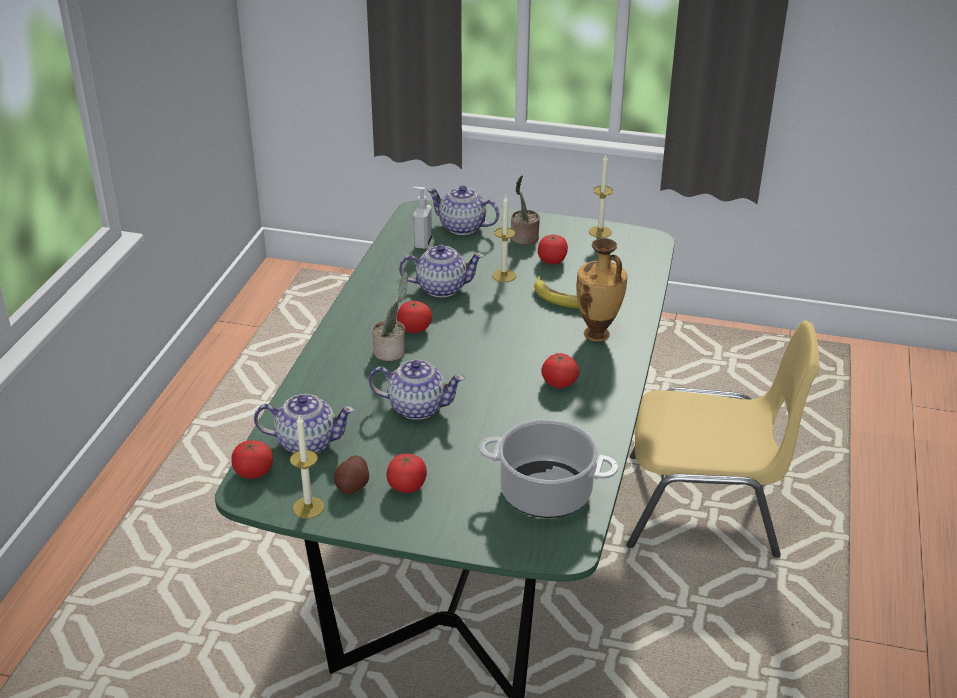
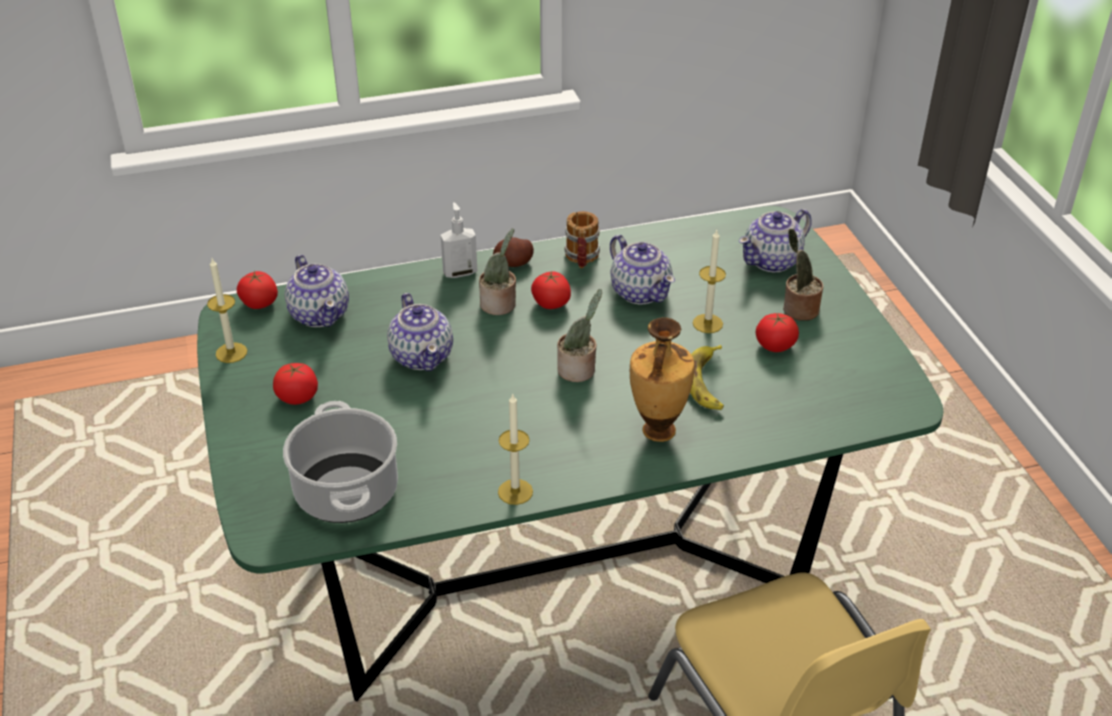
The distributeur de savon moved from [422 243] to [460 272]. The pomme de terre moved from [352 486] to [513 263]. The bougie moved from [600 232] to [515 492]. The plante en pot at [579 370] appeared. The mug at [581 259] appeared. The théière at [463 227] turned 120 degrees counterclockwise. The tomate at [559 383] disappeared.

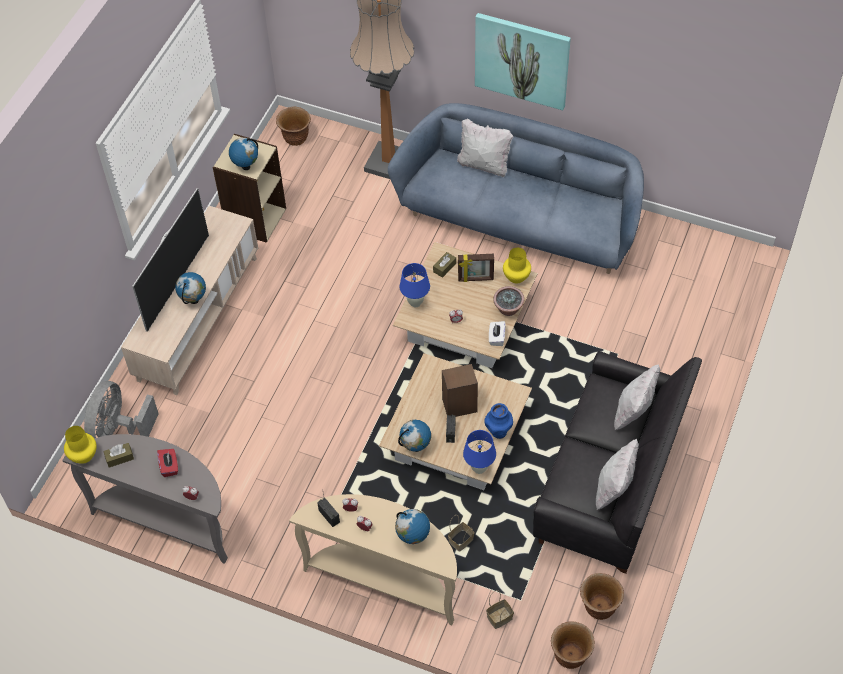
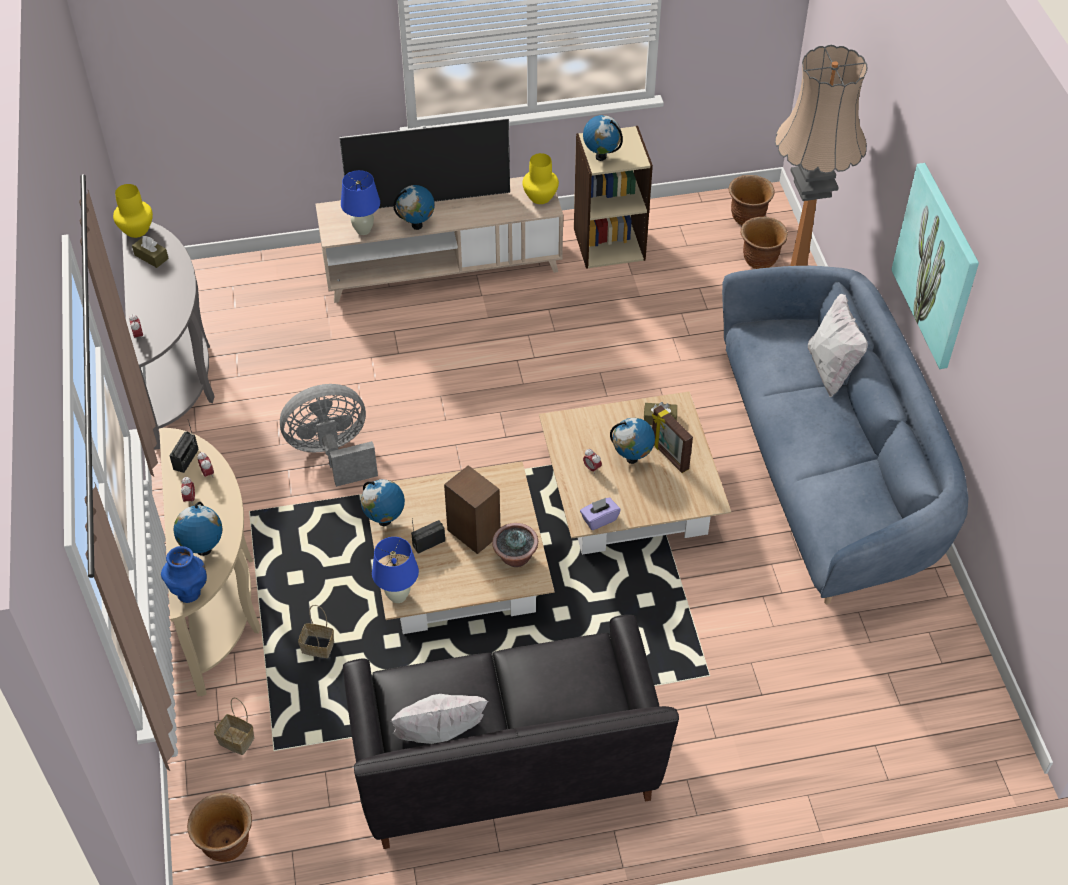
The vase [bleu] moved from [498 432] to [189 592]. The ventilateur [gris] moved from [118 429] to [333 453]. The lampe de table [bleu] moved from [415 303] to [363 230]. The plante en pot moved from [508 310] to [515 558]. The vase [jaune] moved from [516 276] to [541 197]. The boîte à mouchoirs [blanc] at [496 338] became the boîte à mouchoirs [violet] at [599 519]. The globe at [632 458] appeared. The cache-pot [marron] moved from [599 607] to [759 260]. The boîte à mouchoirs [rouge] at [169 467] disappeared. The coussin [blanc] at [633 413] disappeared.

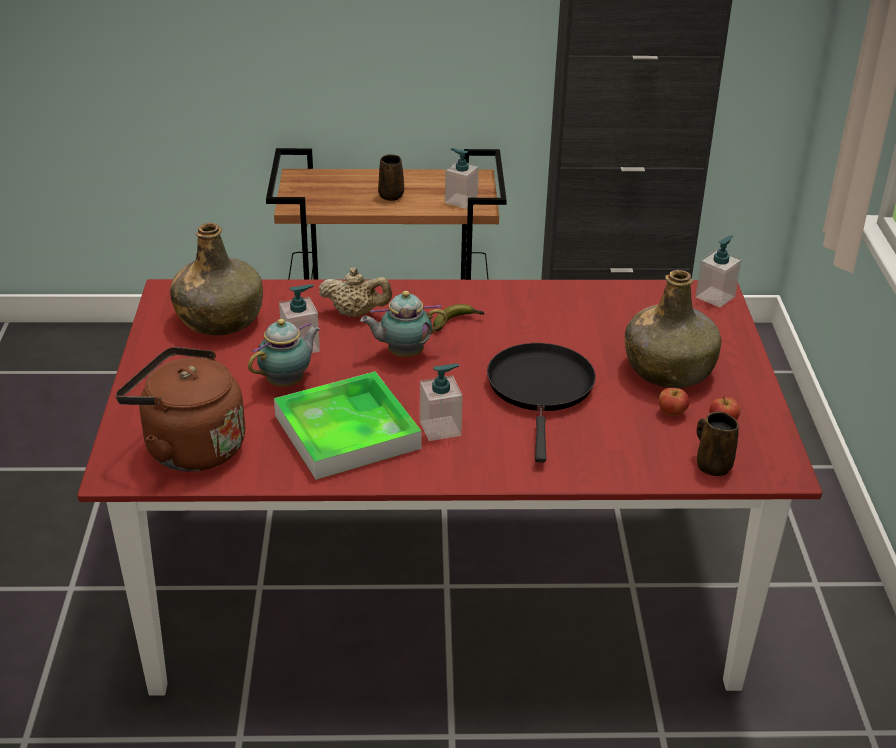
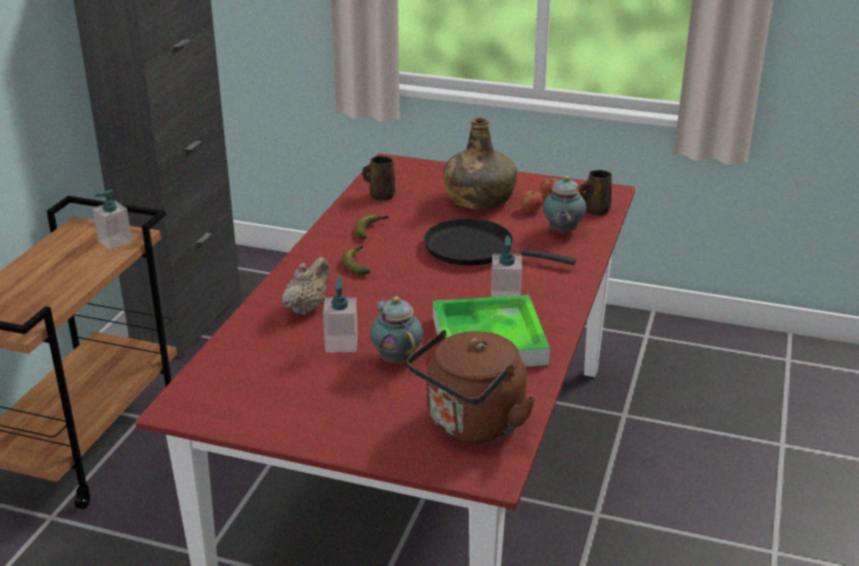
The banane at [370 230] appeared. The mug [marron] moved from [391 195] to [380 195]. The théière moved from [403 353] to [562 232]. The bouteille [vert] at [220 319] disappeared. The distributeur de savon at [715 297] disappeared.

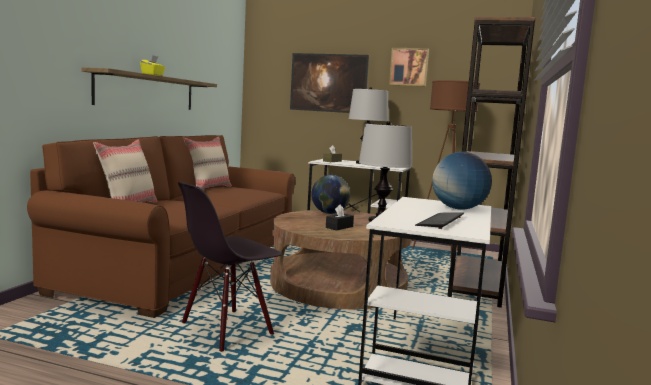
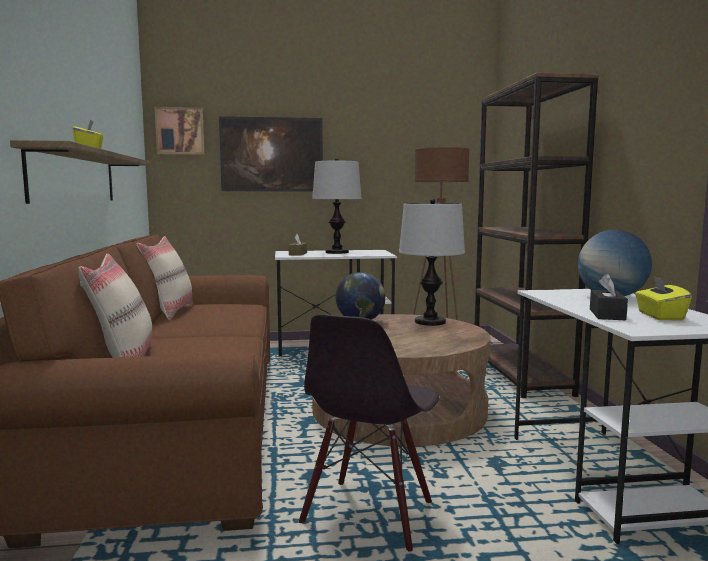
The tableau moved from [409 67] to [180 131]. The boîte à mouchoirs [noir] moved from [339 227] to [607 314]. The clavier at [440 221] was replaced by the boîte à mouchoirs [jaune] at [659 316].

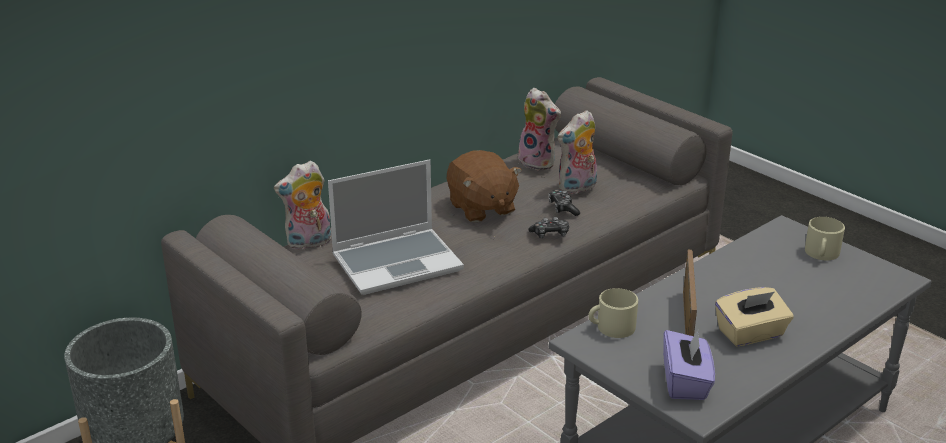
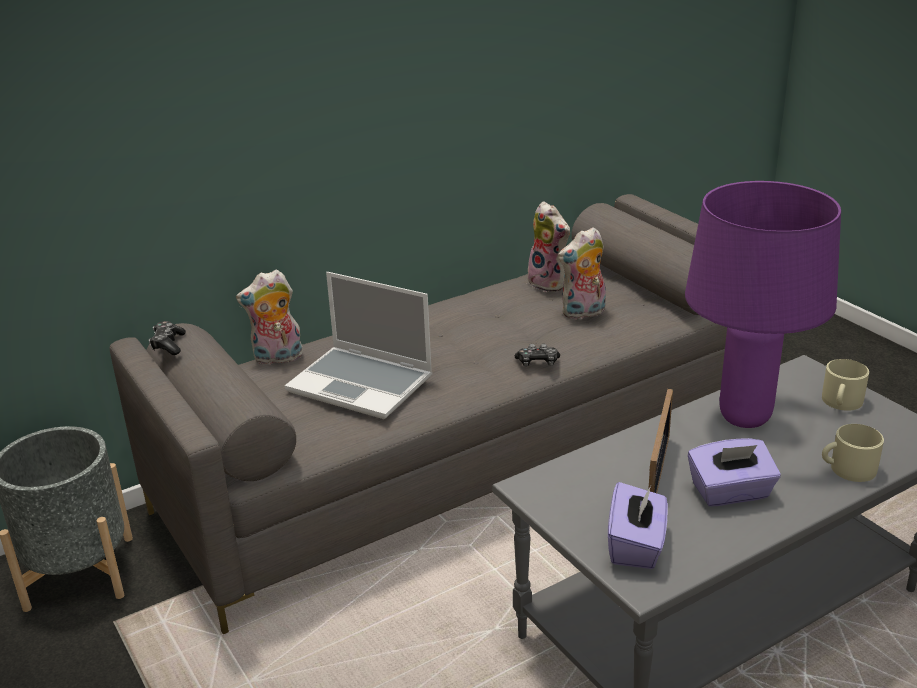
The manette moved from [563 208] to [168 345]. The ordinateur portable at [398 262] turned 45 degrees clockwise. The lampe de table [violet] at [744 418] appeared. The boîte à mouchoirs [beige] at [751 334] became the boîte à mouchoirs [violet] at [730 492]. The mug [beige] moved from [611 327] to [847 469]. The peluche [marron] at [481 208] disappeared.

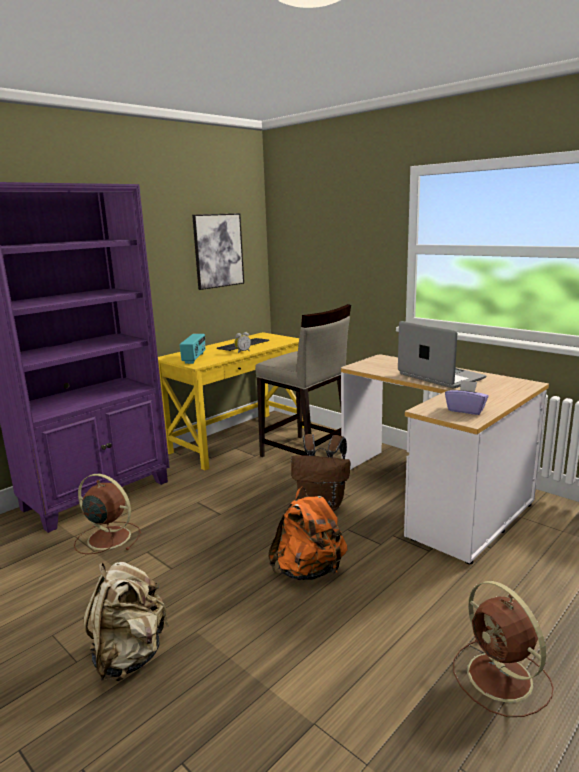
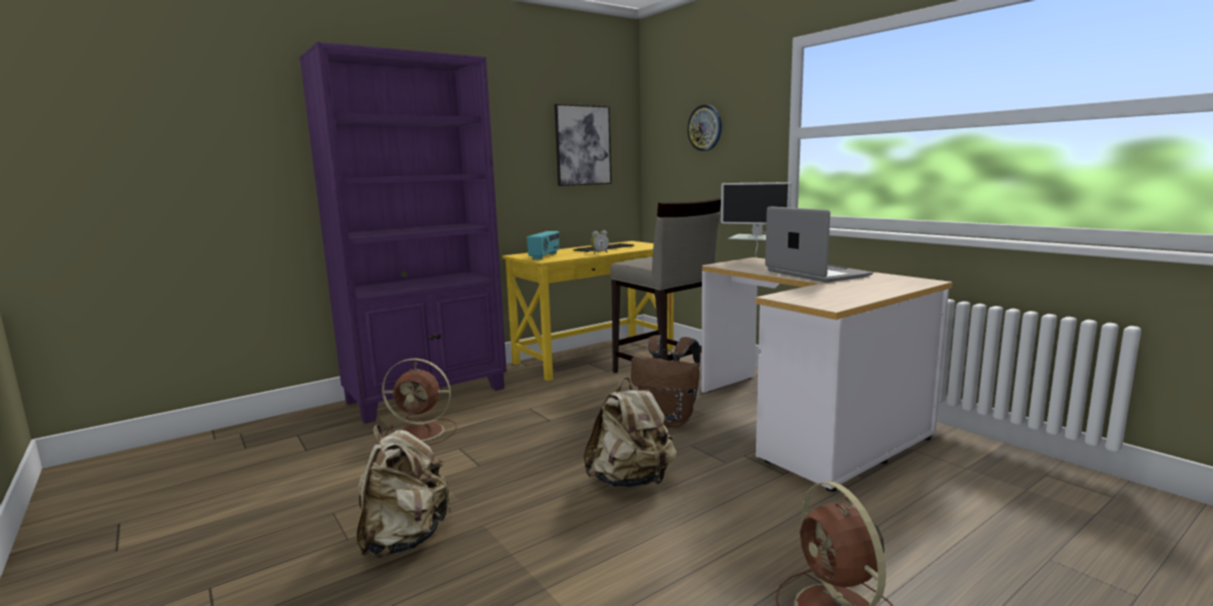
The ventilateur [marron] at [107 537] turned 150 degrees clockwise. The sac à dos [orange] at [309 571] became the sac à dos [beige] at [631 481]. The horloge murale at [705 128] appeared. The écran d'ordinateur at [754 261] appeared. The boîte à mouchoirs [violet] at [465 410] disappeared.

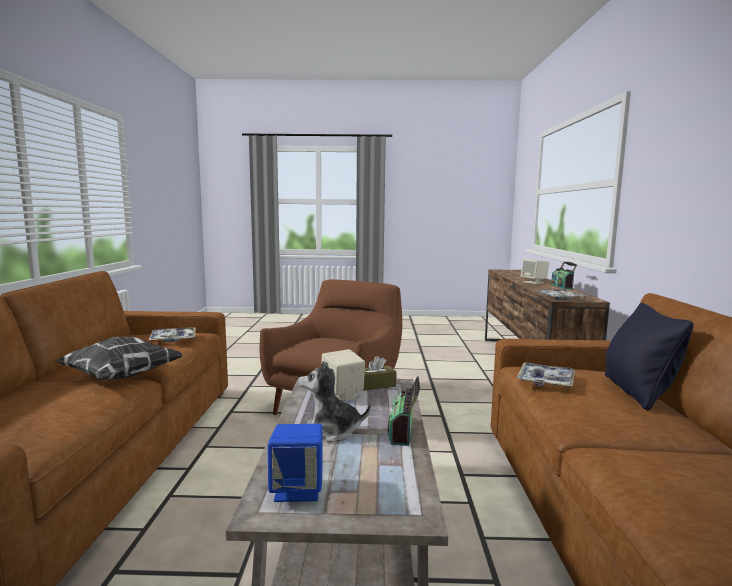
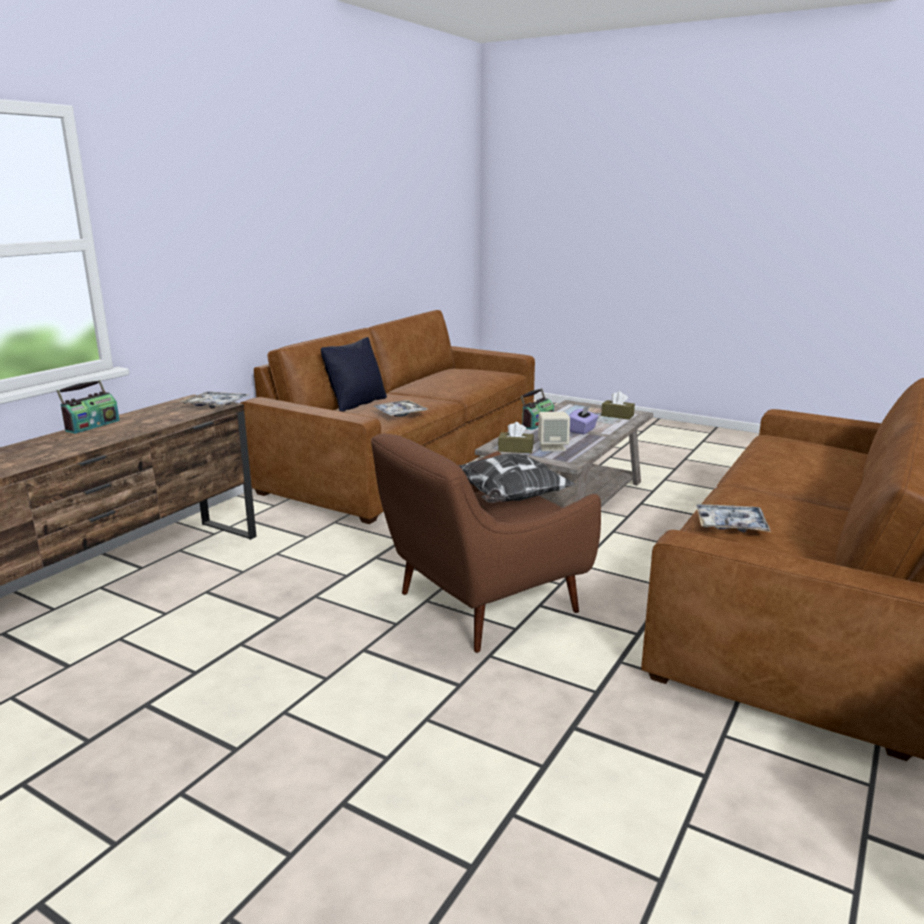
The coussin moved from [123 377] to [509 499]. The peluche at [331 431] was replaced by the boîte à mouchoirs [violet] at [582 430]. The enceinte [bleu] at [298 490] was replaced by the boîte à mouchoirs [marron] at [617 415]. The enceinte [beige] at [534 282] disappeared.

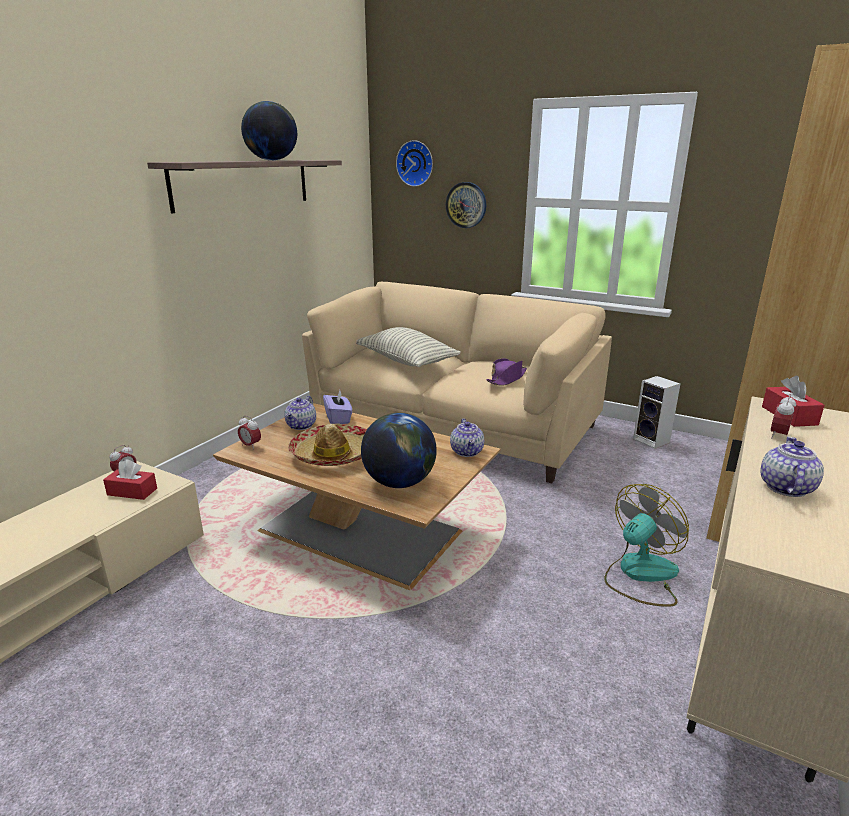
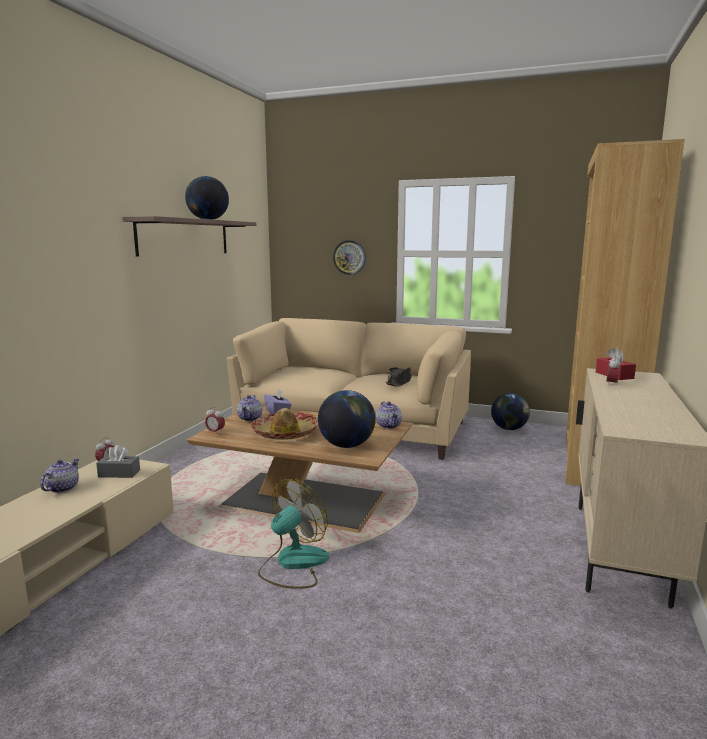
The théière moved from [785 487] to [62 488]. The boîte à mouchoirs [rouge] at [132 492] became the boîte à mouchoirs [gris] at [119 473]. The ventilateur moved from [640 575] to [293 564]. The chapeau [violet] at [507 379] became the chapeau [noir] at [399 382]. The enceinte at [652 441] was replaced by the globe at [509 429]. The coussin at [406 361] disappeared. The horloge murale at [416 163] disappeared.

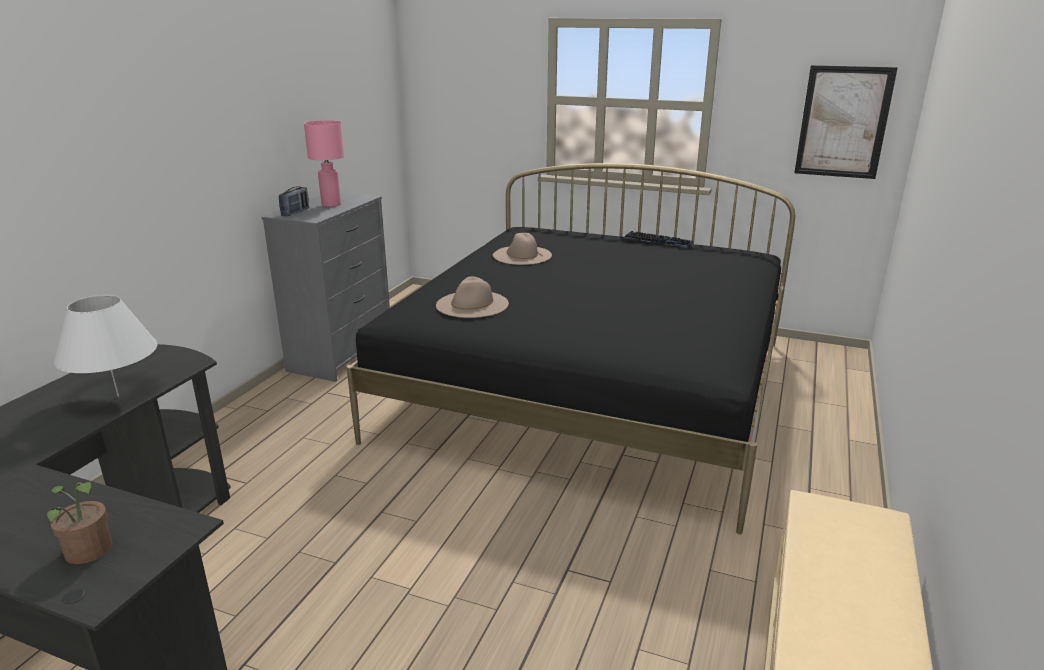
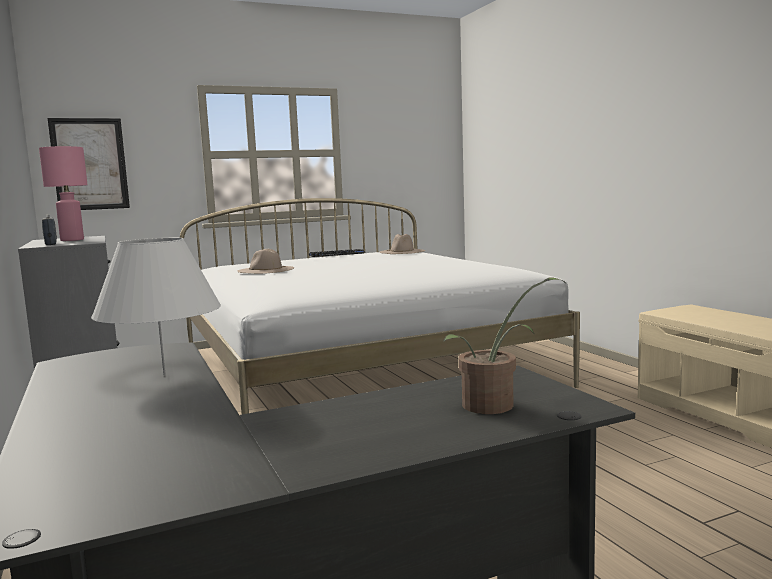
The tableau moved from [843 122] to [90 164]. The lit [noir] at [592 388] became the lit [blanc] at [359 369]. The chapeau [beige] moved from [472 304] to [402 251].

